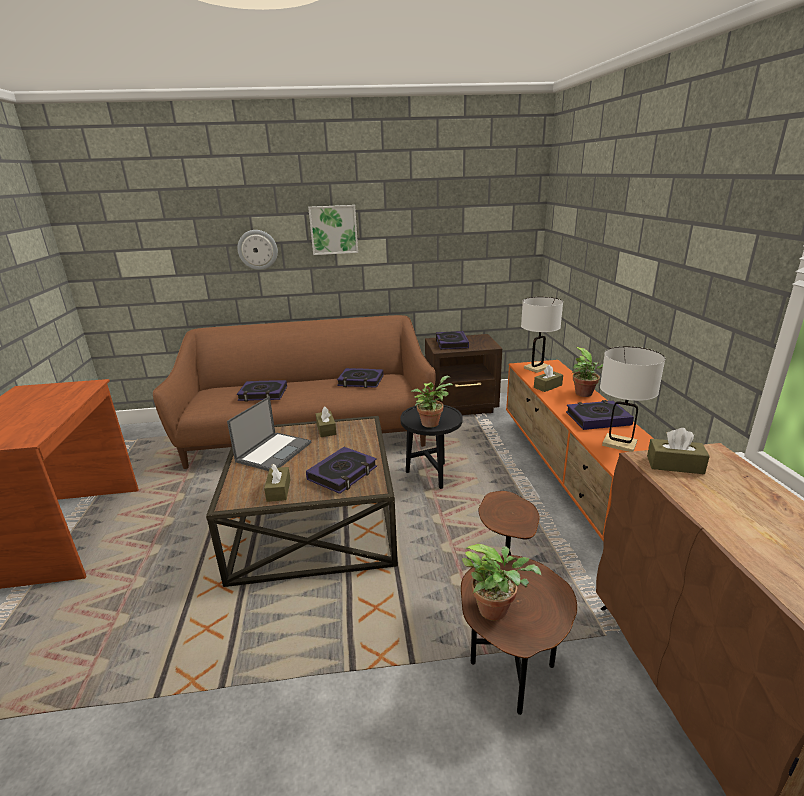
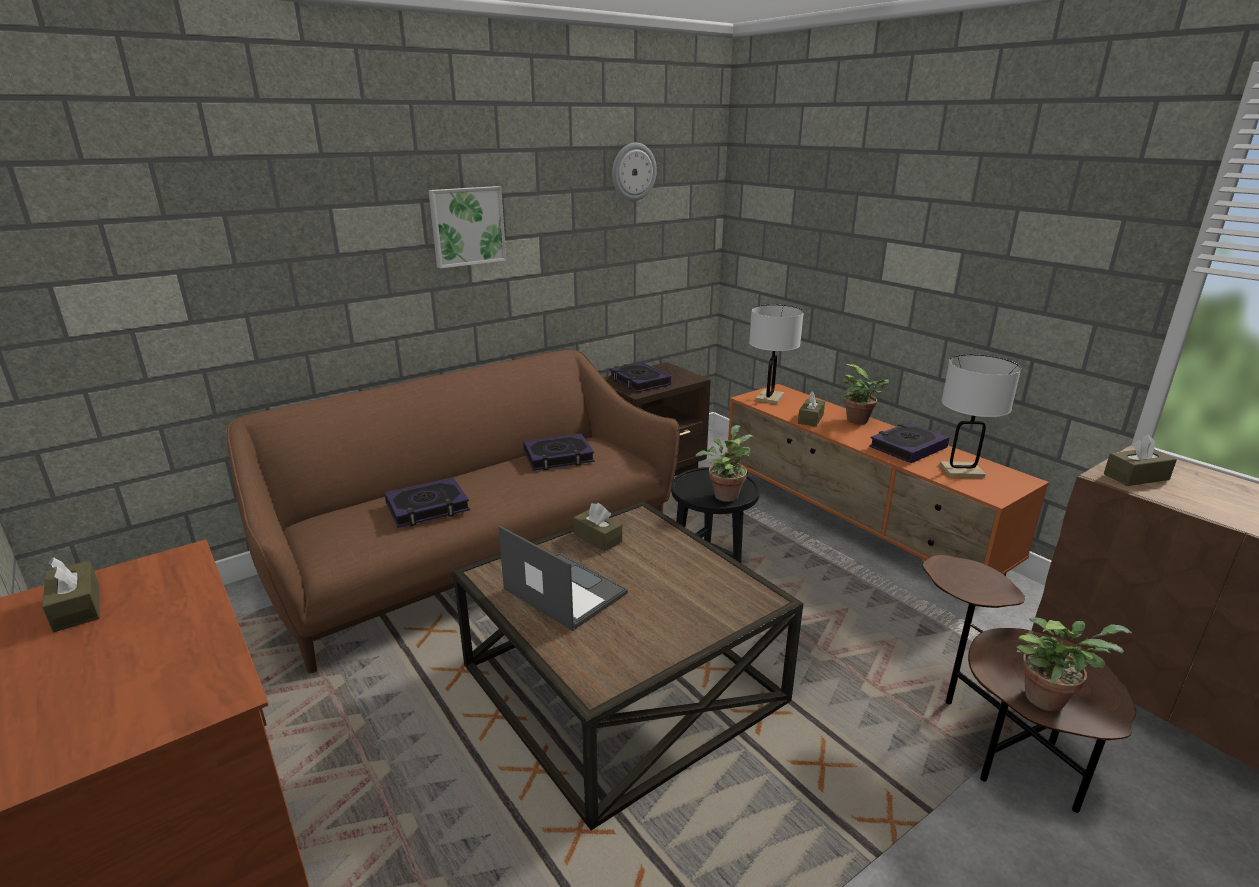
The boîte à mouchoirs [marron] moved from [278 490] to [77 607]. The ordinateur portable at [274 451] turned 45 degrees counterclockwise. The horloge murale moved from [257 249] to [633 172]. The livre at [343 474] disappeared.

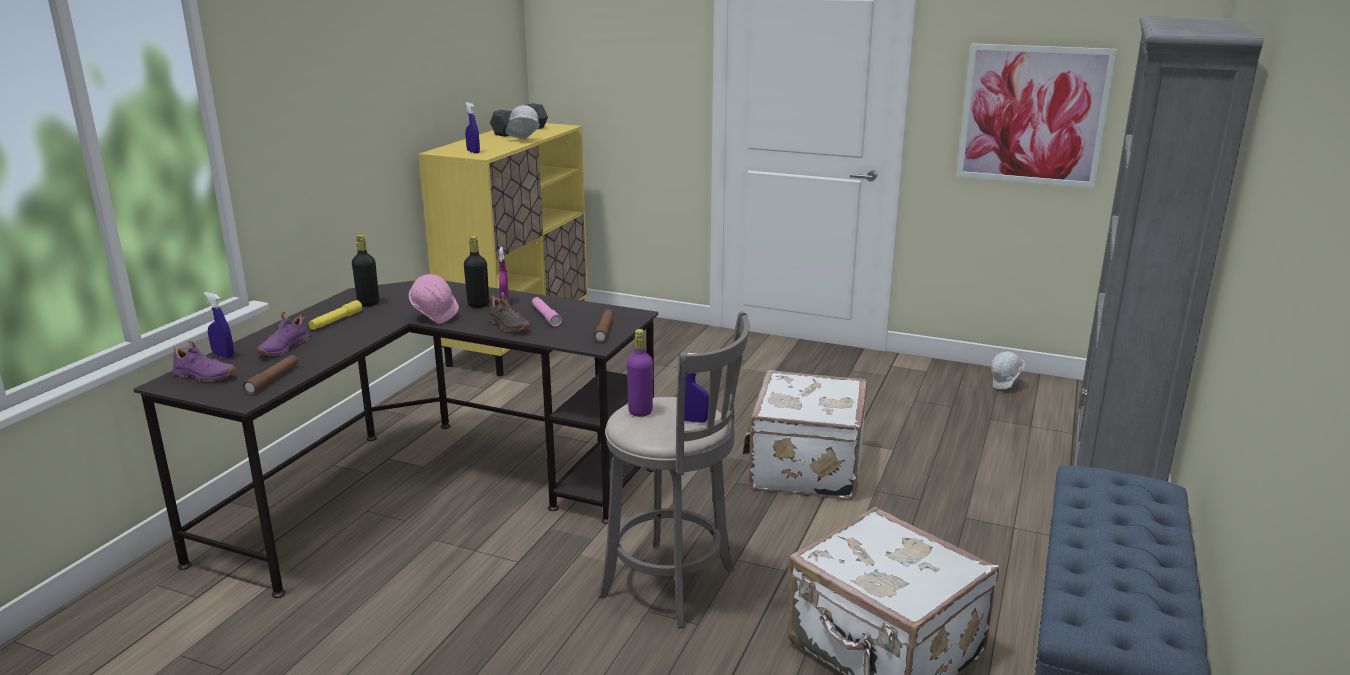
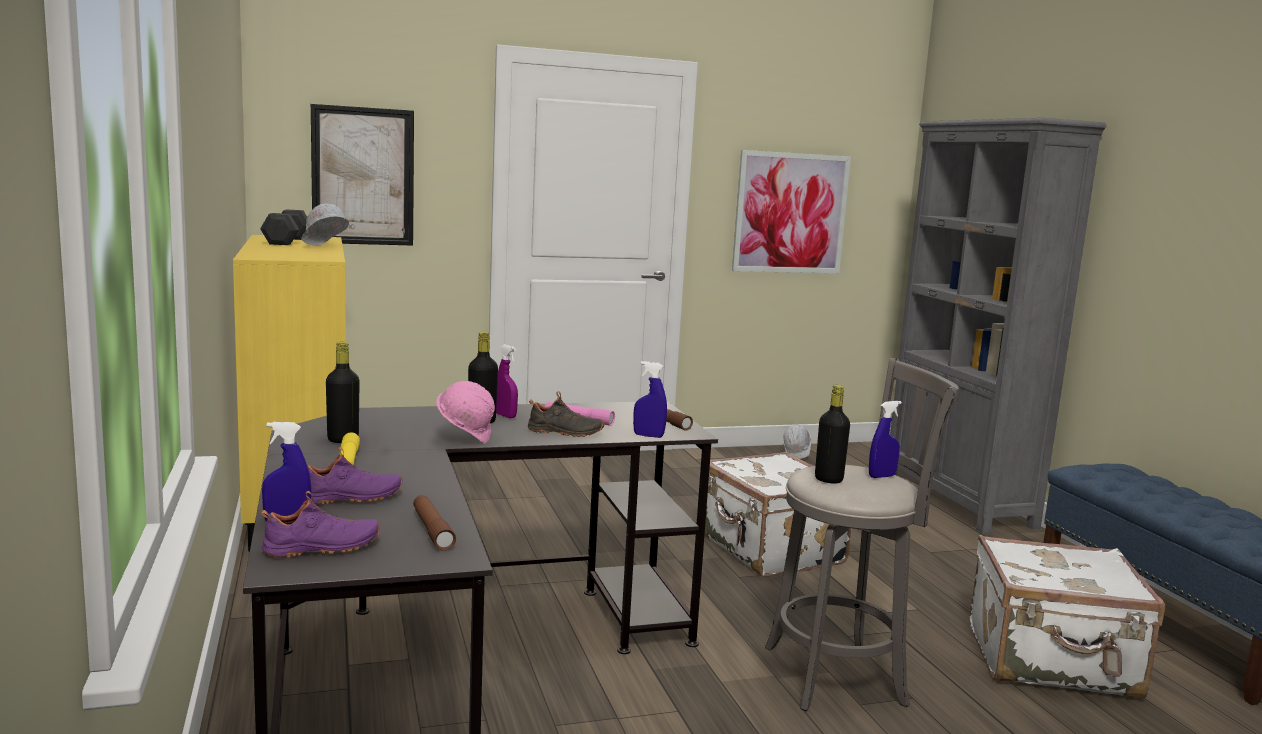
The chaussure [violet] at [283 348] turned 90 degrees counterclockwise. The tableau at [363 176] appeared. The vaporisateur [bleu] moved from [473 152] to [648 436]. The bouteille [violet] at [640 411] became the bouteille [noir] at [828 479].

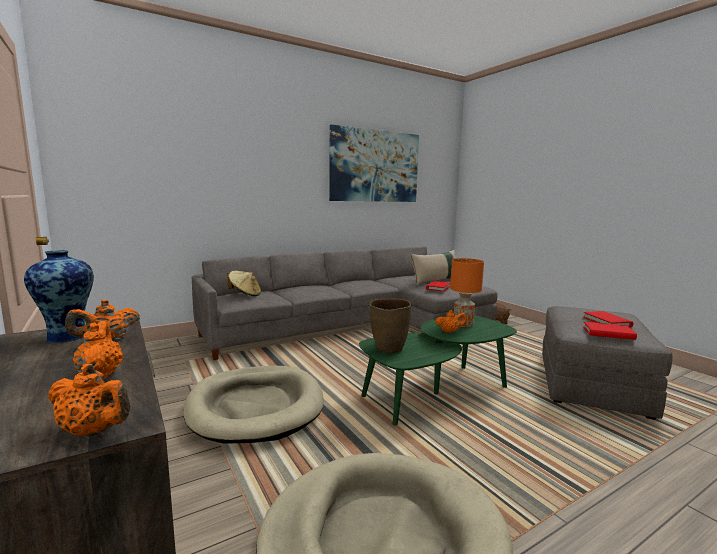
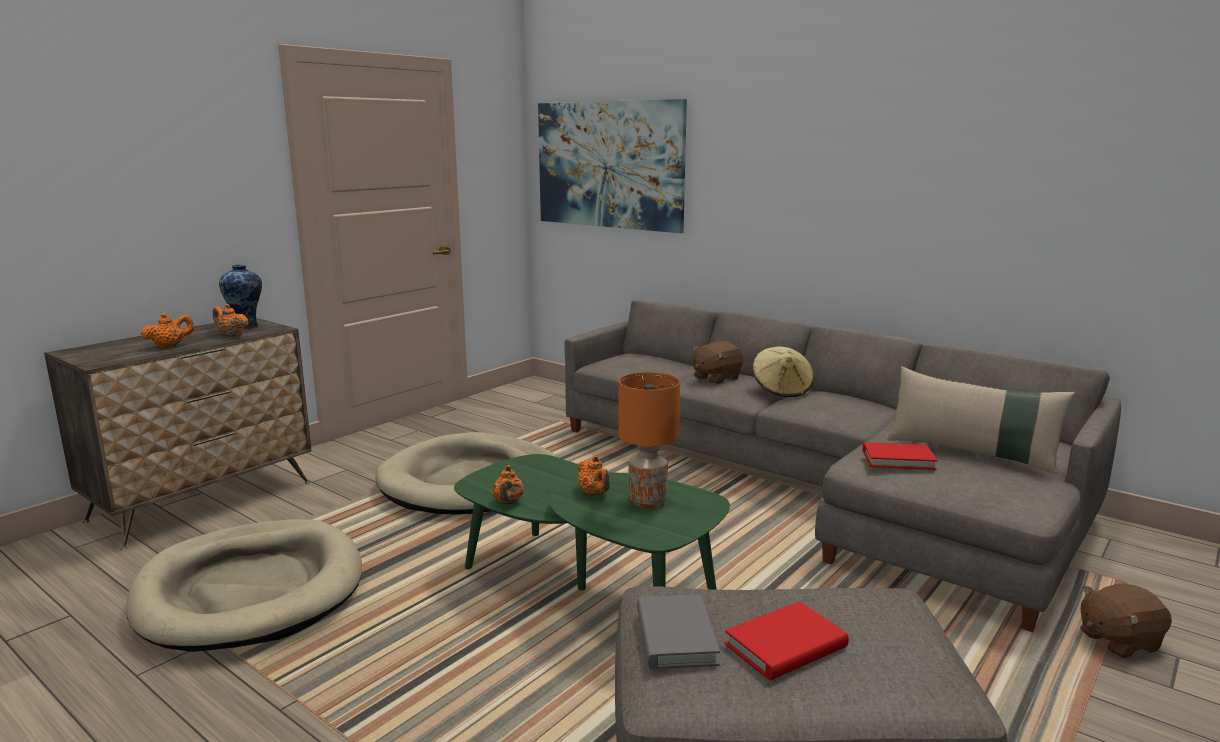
The théière [orange] moved from [94 431] to [508 502]. The tableau moved from [375 166] to [609 165]. The livre [rouge] at [608 333] became the livre [gris] at [675 636]. The peluche [marron] at [715 378] appeared. The chapeau [beige] moved from [245 294] to [781 390]. The vase [marron] at [388 349] disappeared.

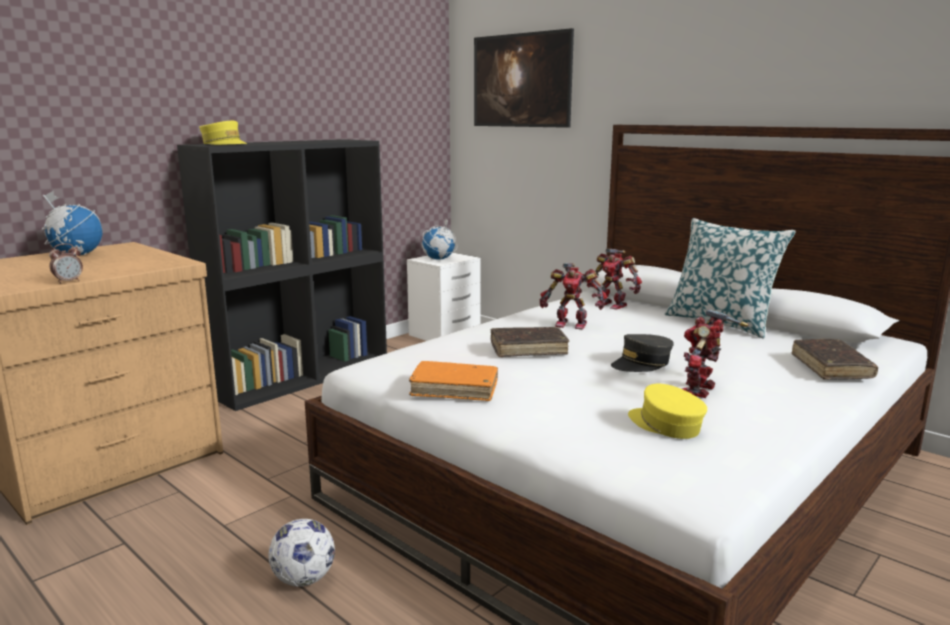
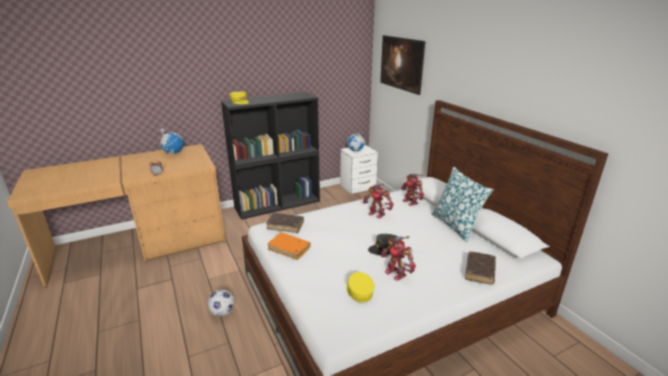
The livre [marron] moved from [528 349] to [285 226]. The robot jouet at [700 390] turned 90 degrees counterclockwise.

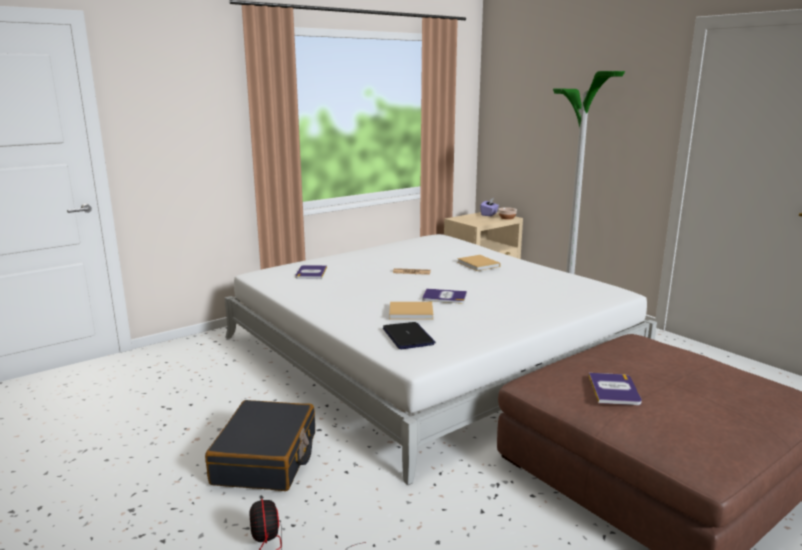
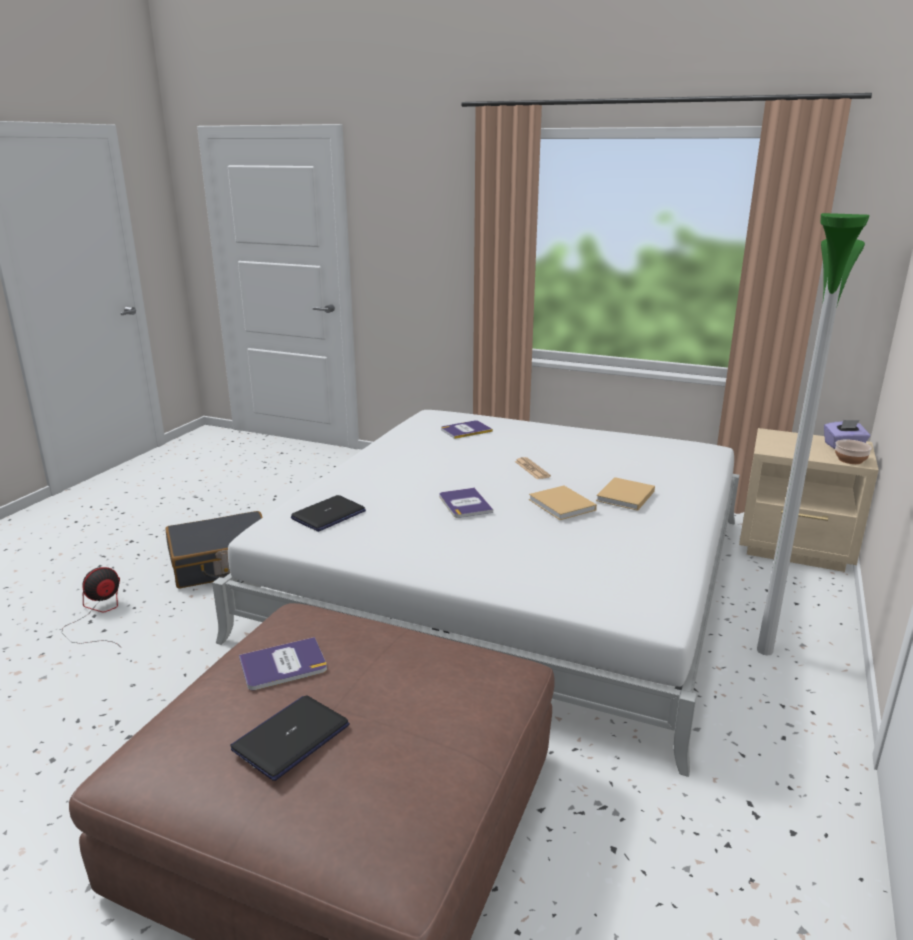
The ordinateur portable at [291 737] appeared. The livre [beige] moved from [412 312] to [563 505].

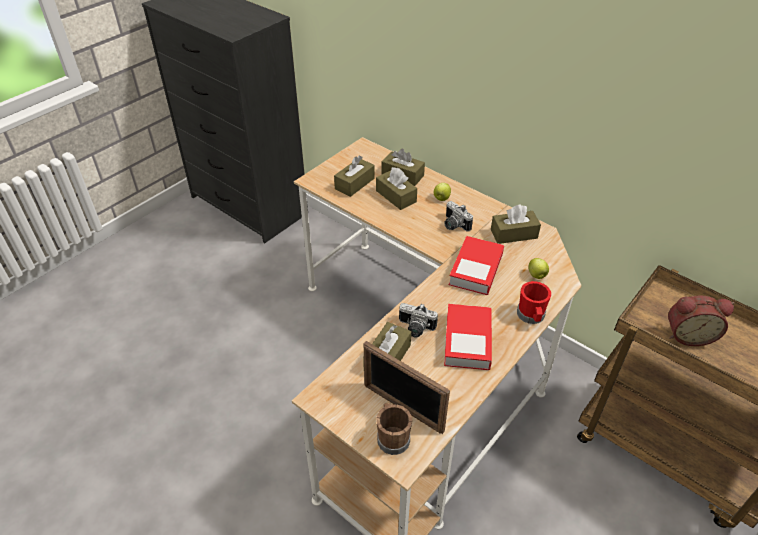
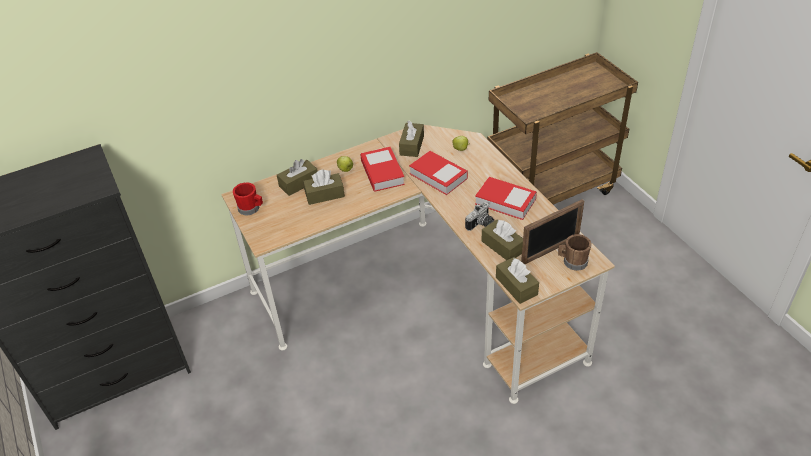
The mug [rouge] moved from [531 316] to [251 209]. The appareil photo at [453 225] was replaced by the livre at [382 173]. The boîte à mouchoirs [marron] moved from [354 183] to [516 286]. The réveil at [688 334] disappeared.

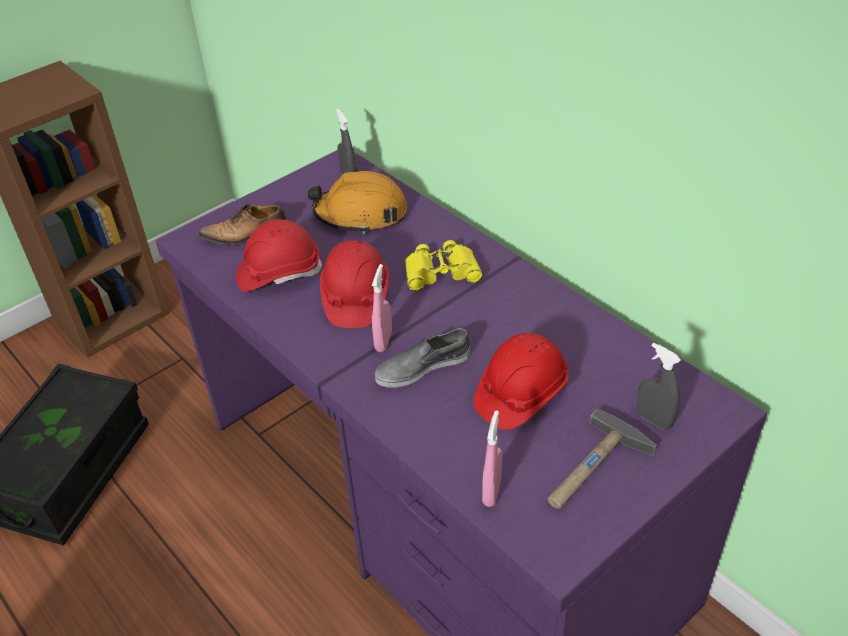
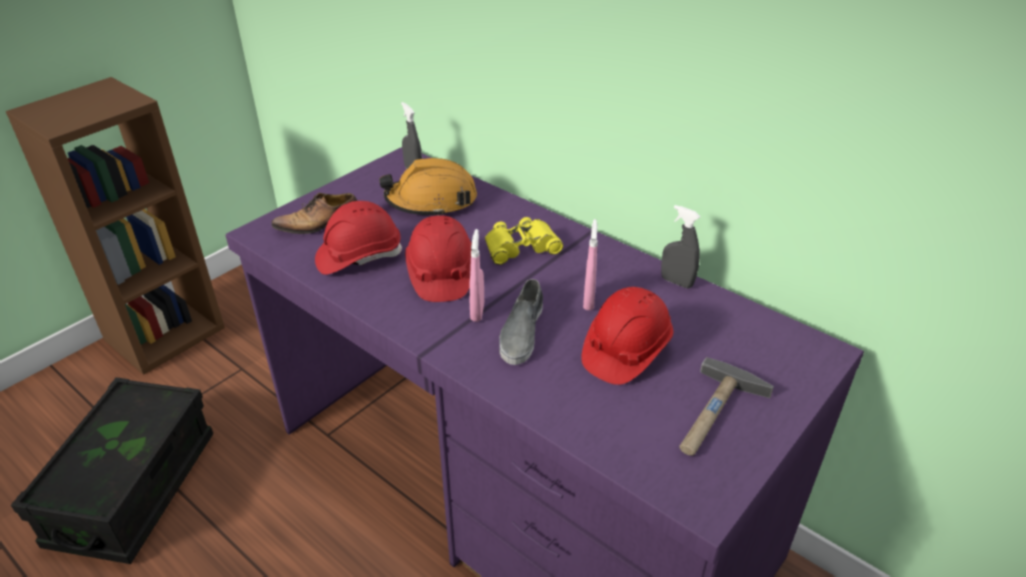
The chaussure [gris] at [422 366] turned 45 degrees counterclockwise. The vaporisateur [rose] moved from [492 492] to [588 301]. The vaporisateur [gris] moved from [654 420] to [676 282].

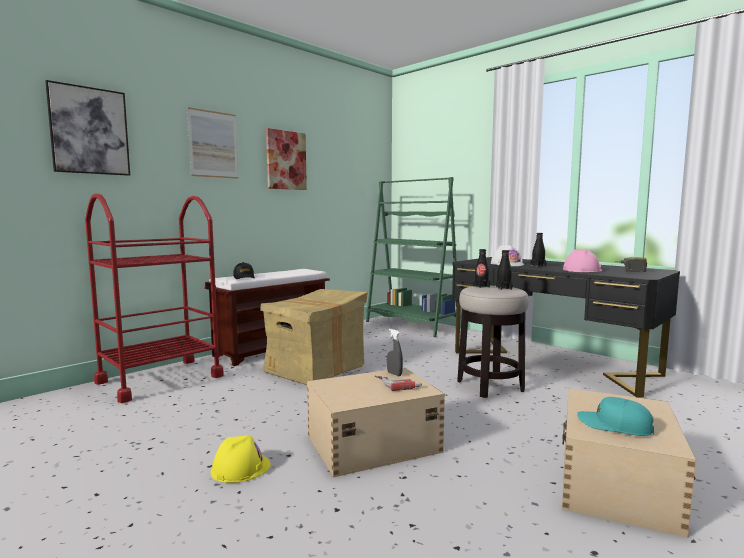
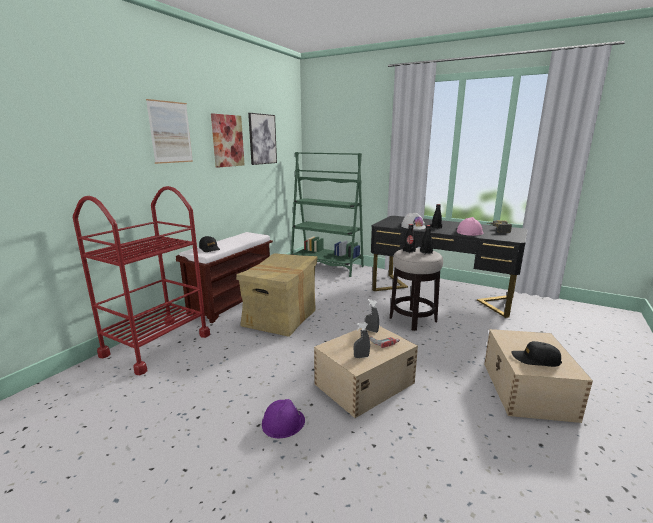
The tableau moved from [89 131] to [262 139]. The casque de chantier [jaune] at [240 468] became the casque de chantier [violet] at [283 422]. The vaporisateur [gris] at [361 357] appeared. The casquette [turquoise] at [614 425] became the casquette [noir] at [535 359].

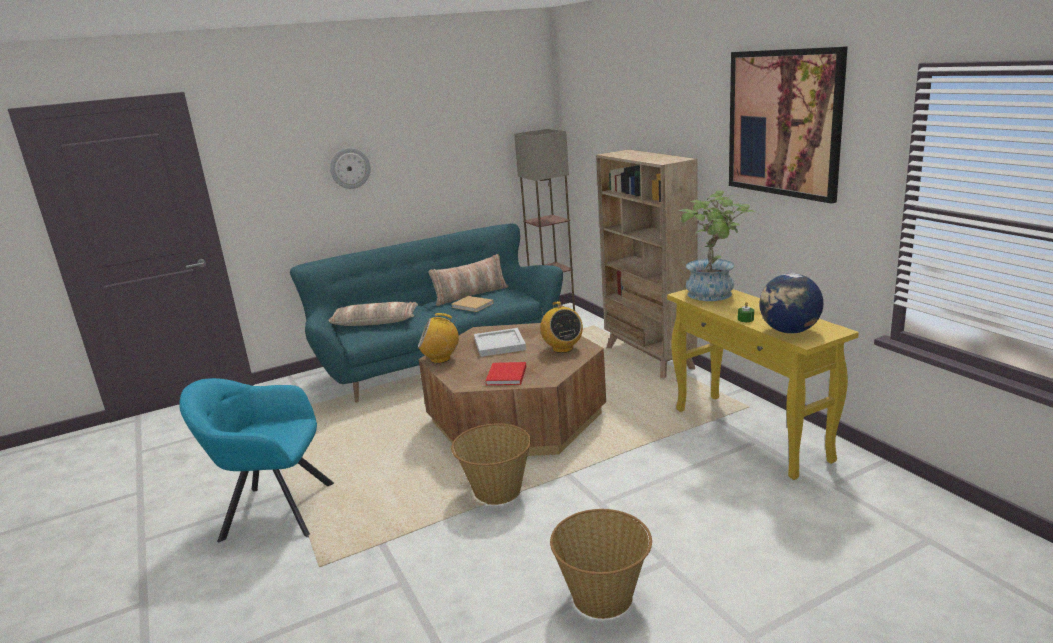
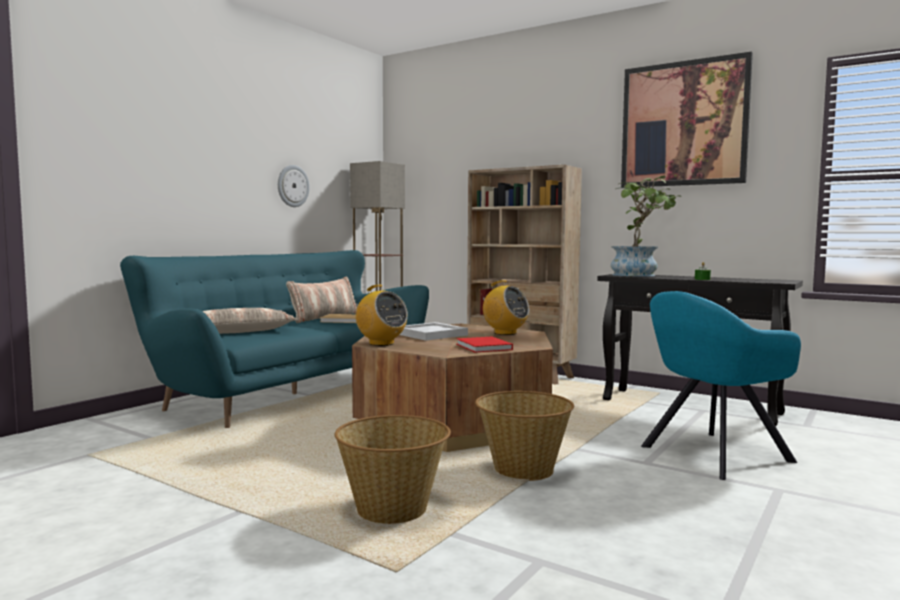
The horloge murale moved from [350 168] to [292 186]. The panier moved from [603 596] to [393 510]. The radio at [440 359] turned 105 degrees counterclockwise. The table console [jaune] at [751 434] became the table console [noir] at [692 407]. The fauteuil [turquoise] moved from [273 511] to [712 455]. The globe at [789 331] disappeared.

